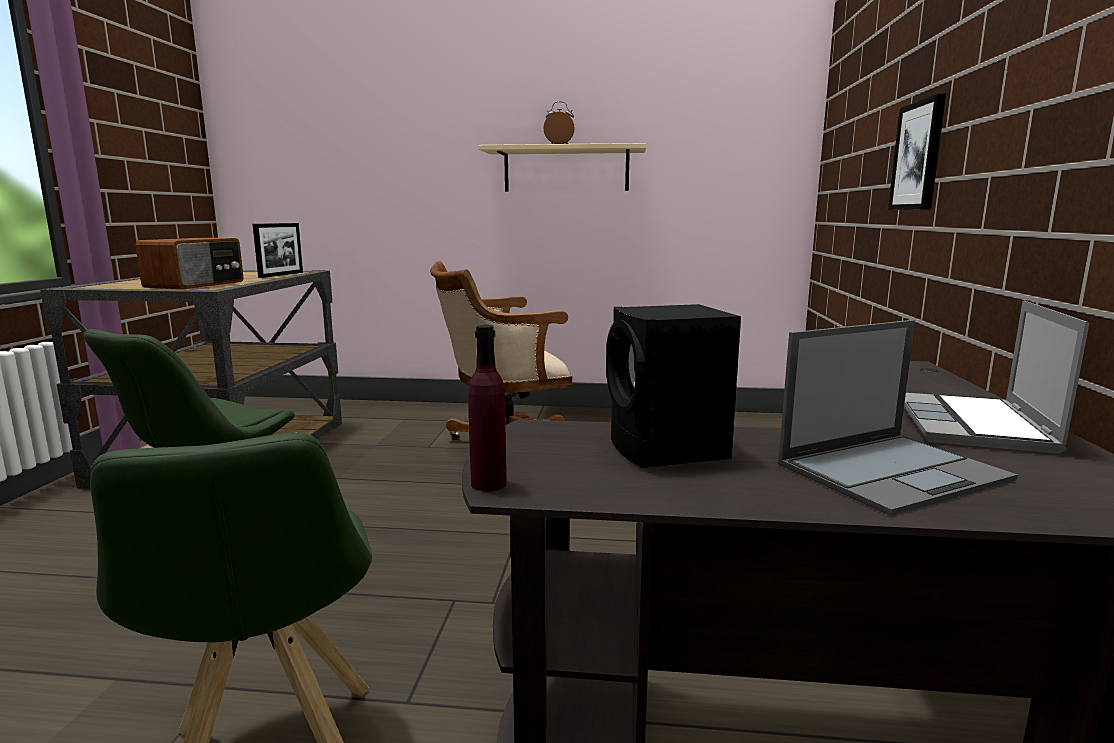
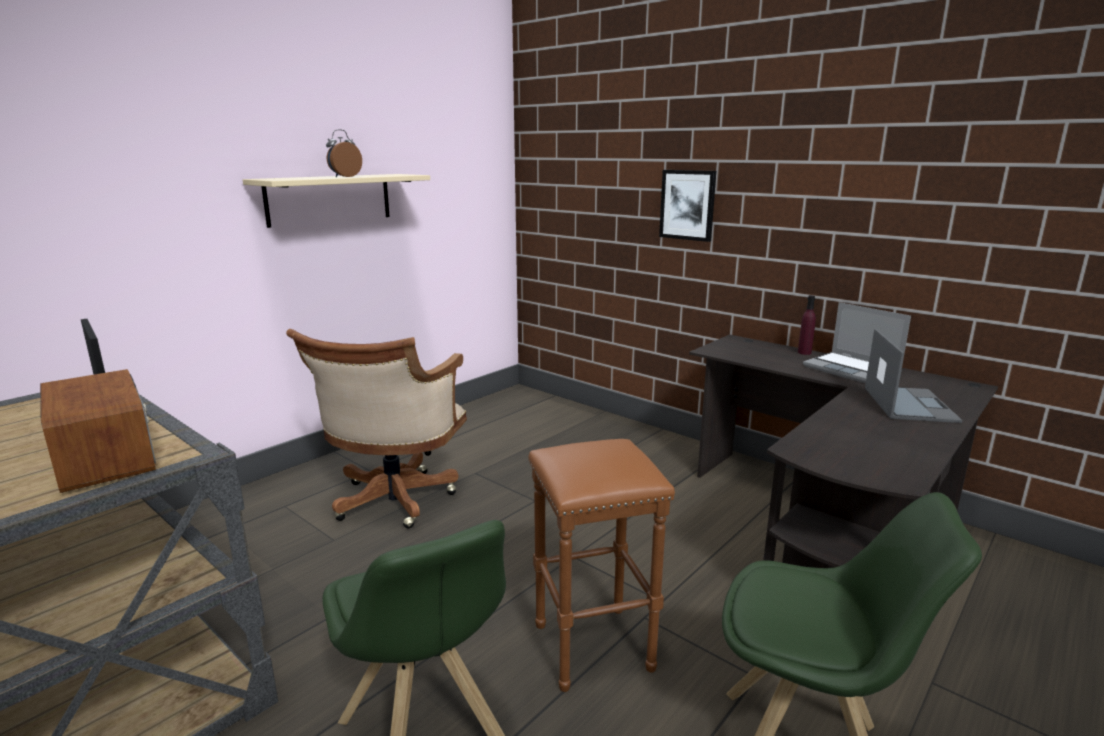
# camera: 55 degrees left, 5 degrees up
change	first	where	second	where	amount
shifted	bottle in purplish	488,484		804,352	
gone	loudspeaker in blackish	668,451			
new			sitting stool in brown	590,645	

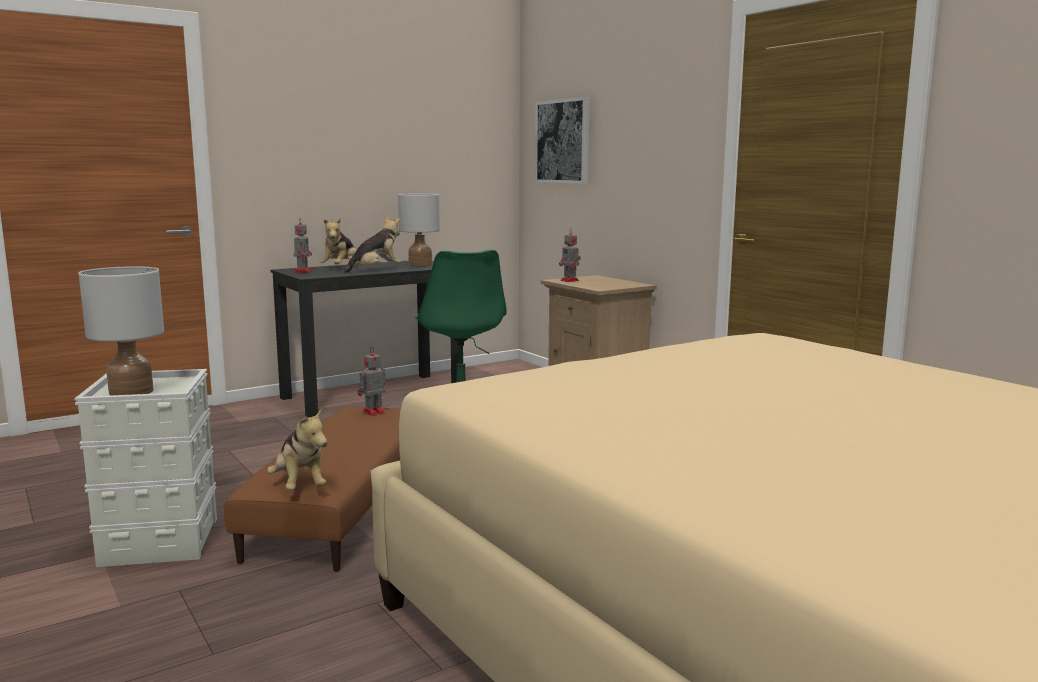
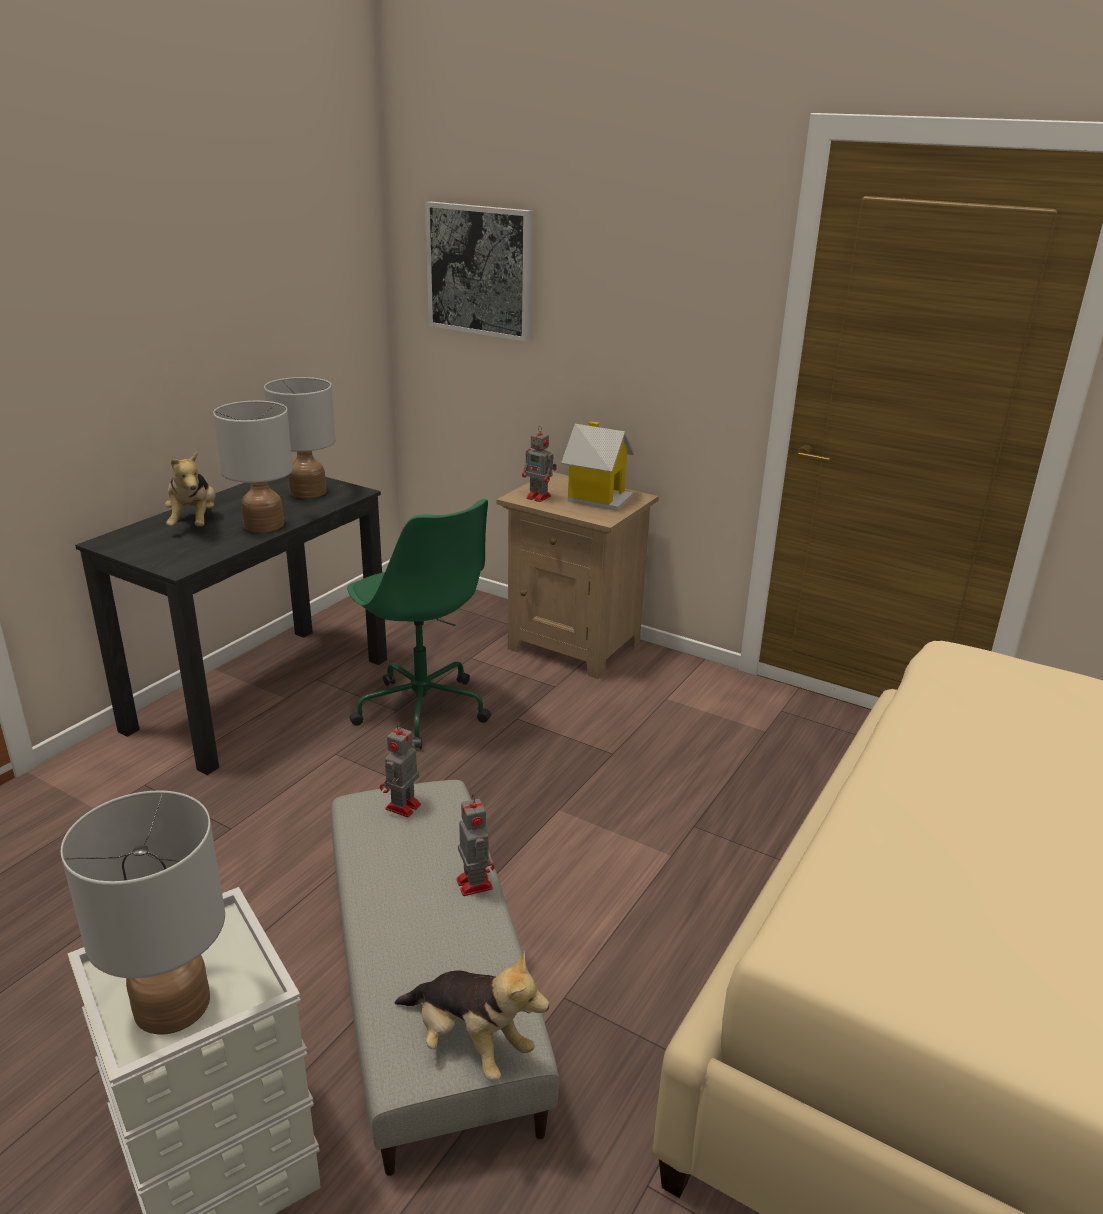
# camera: 25 degrees left, 15 degrees up
change	first	where	second	where	amount
repainted	ottoman in brown	342,506	ottoman in greyish	428,979	
shifted	model robot	303,271		473,882	
swapped	soft toy	376,270	tabletop lamp in greyish	263,525	
new			toy house	597,498	

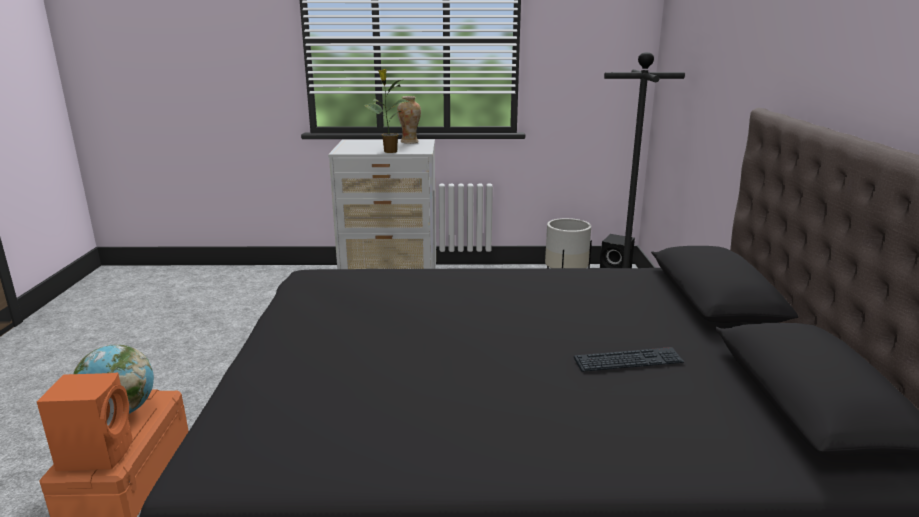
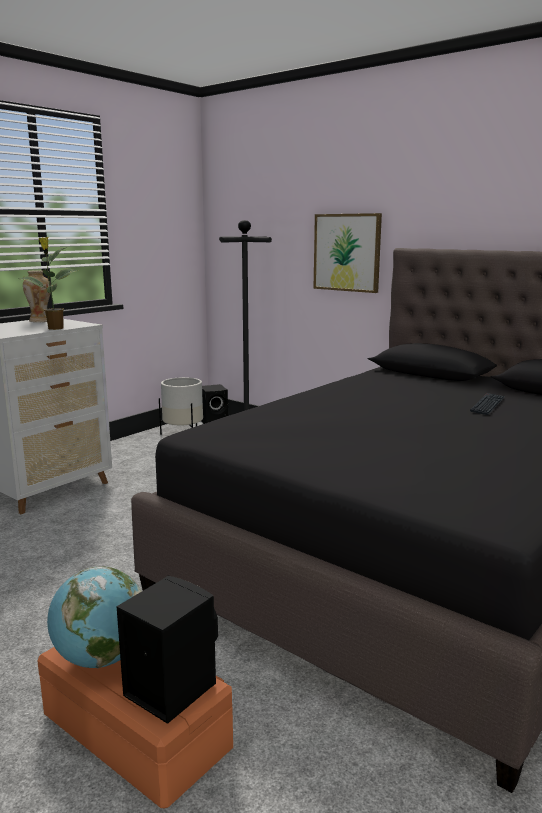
# camera: 50 degrees left, 5 degrees down
change	first	where	second	where	amount
repainted	loudspeaker in orangey	98,453	loudspeaker in blackish	169,688	
new			wall picture	347,252	

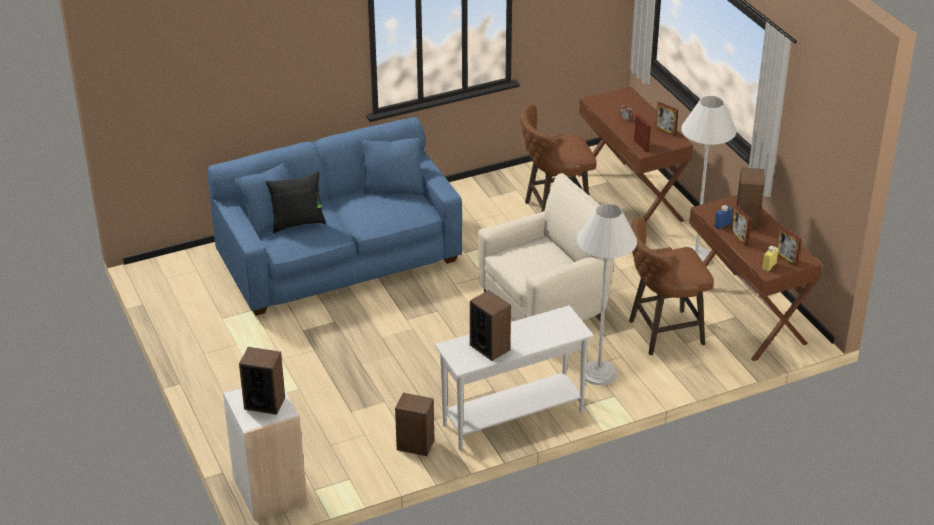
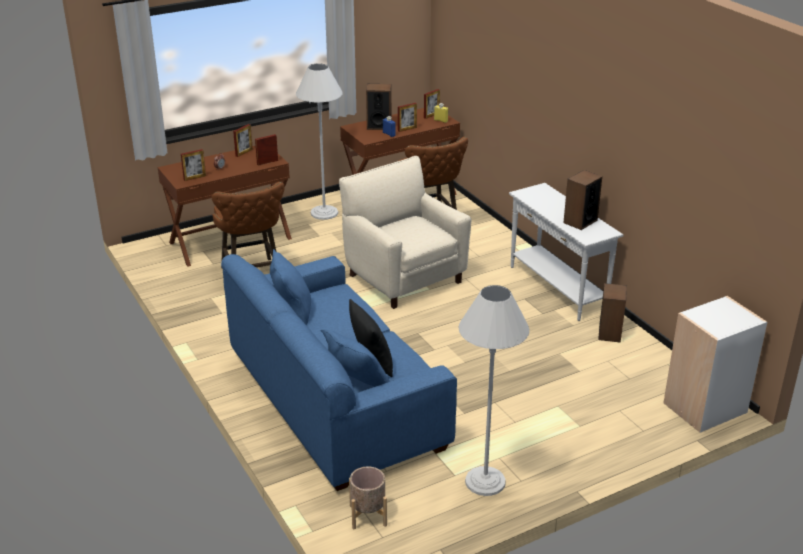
# camera: 95 degrees left, 5 degrees down
change	first	where	second	where	amount
gone	loudspeaker	264,403			
shifted	standard lamp in white	599,373		485,481	
new			picture frame	195,178	
new			plant pot in beige	368,515	

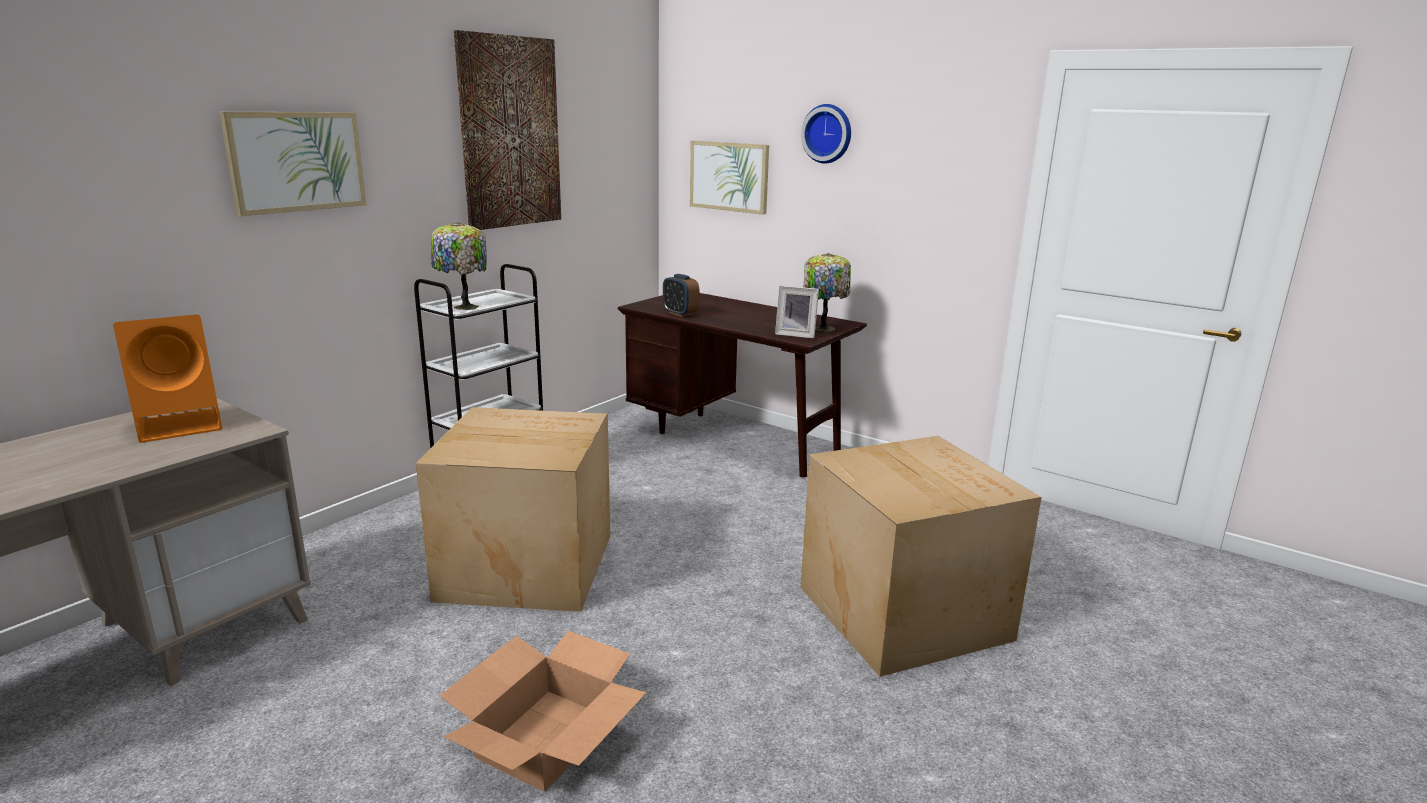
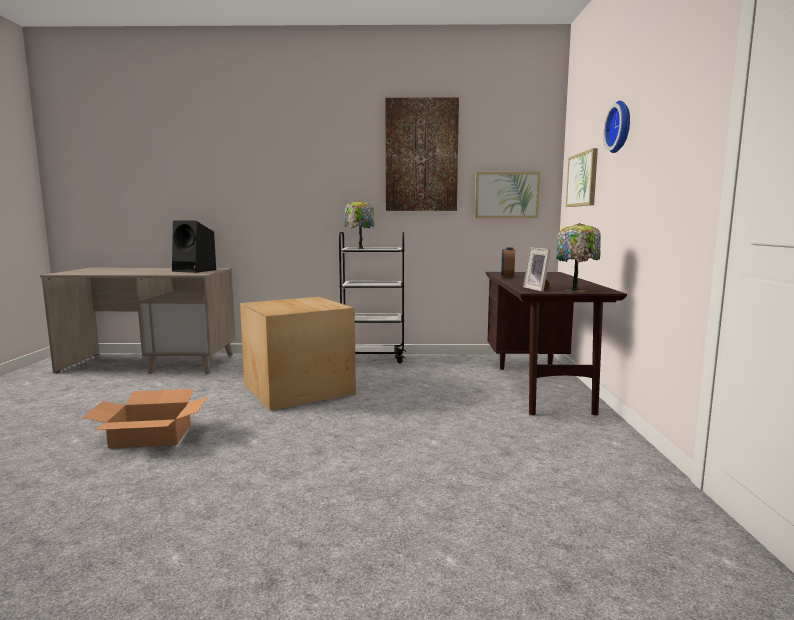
# camera: 55 degrees right, 10 degrees down
change	first	where	second	where	amount
repainted	loudspeaker in orangey	183,424	loudspeaker in blackish	195,270	
shifted	wall picture	296,161		506,195	
gone	packing box	904,611			

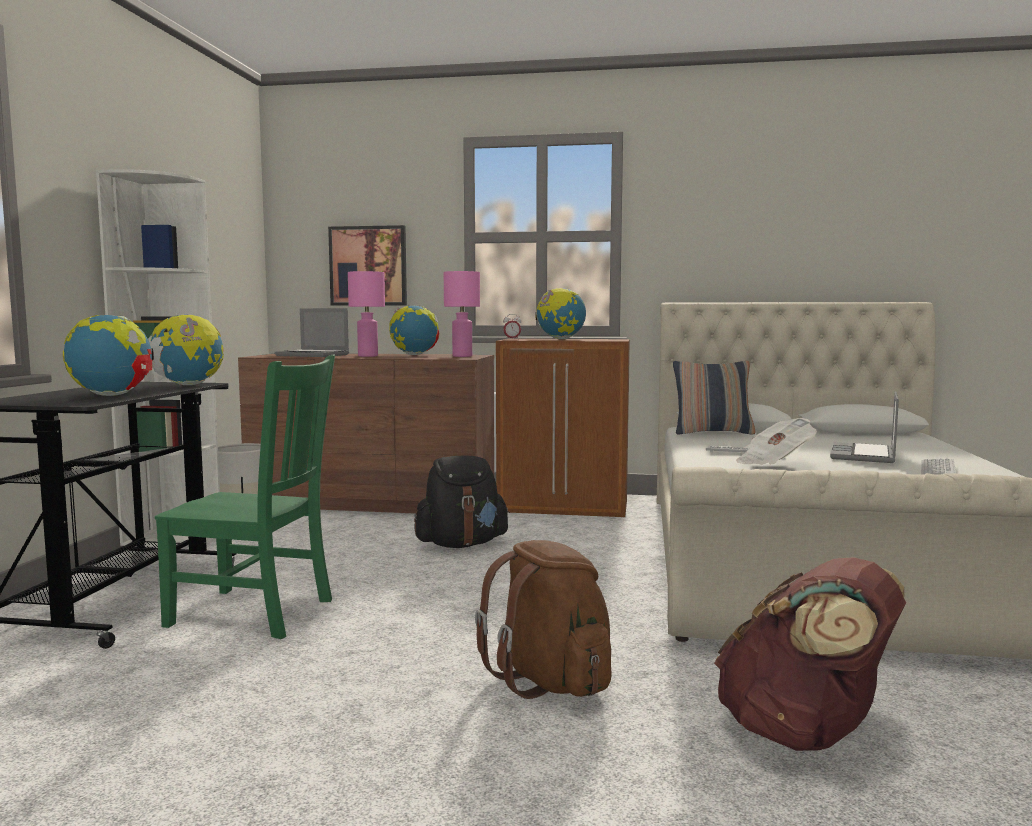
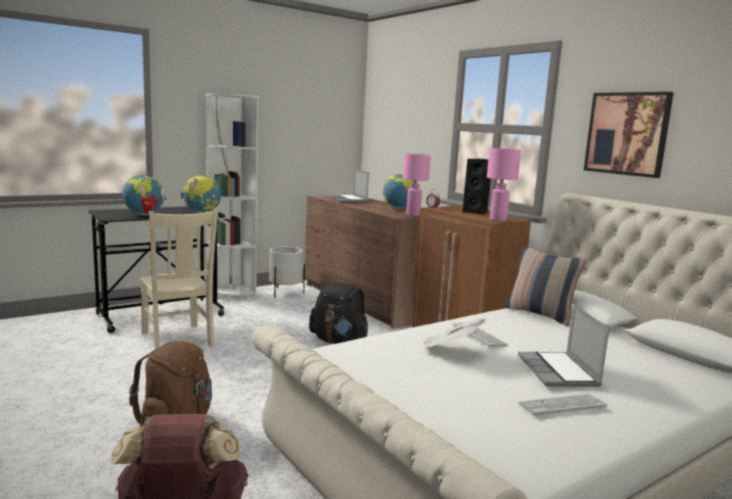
# camera: 45 degrees right, 5 degrees up
change	first	where	second	where	amount
repainted	plain chair in green-coloured	256,613	plain chair in beige	177,339	
shifted	wall picture	368,266		627,133	
shifted	tabletop lamp in pink	368,356		498,220	
swapped	desk globe	560,339	loudspeaker in blackish	476,212	
rotated	laptop	864,455		559,371	75 degrees counterclockwise

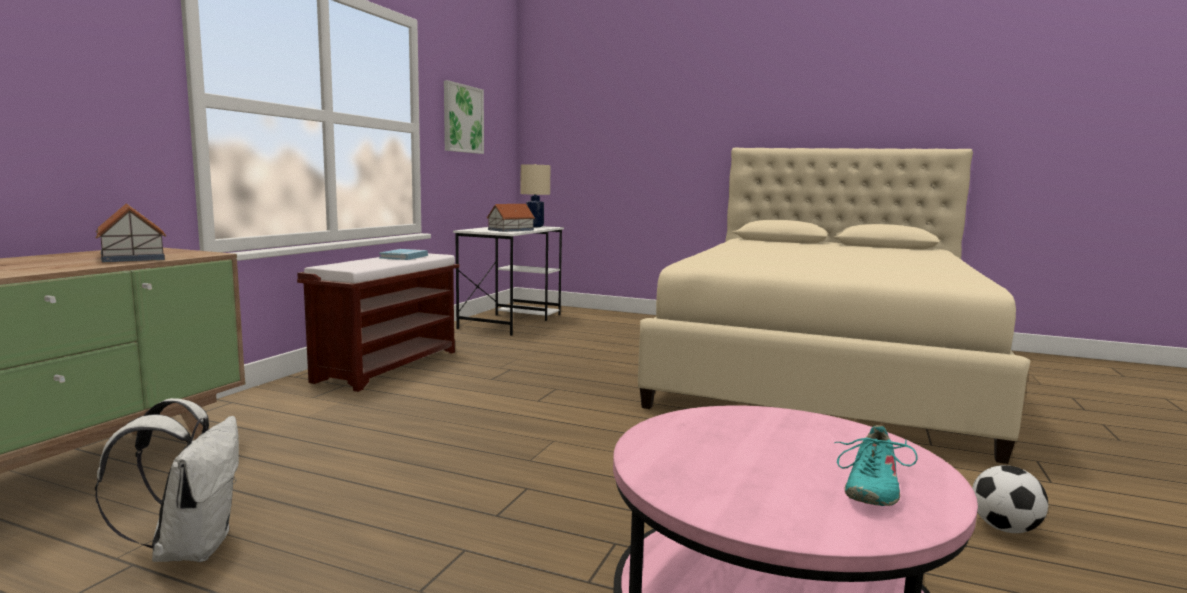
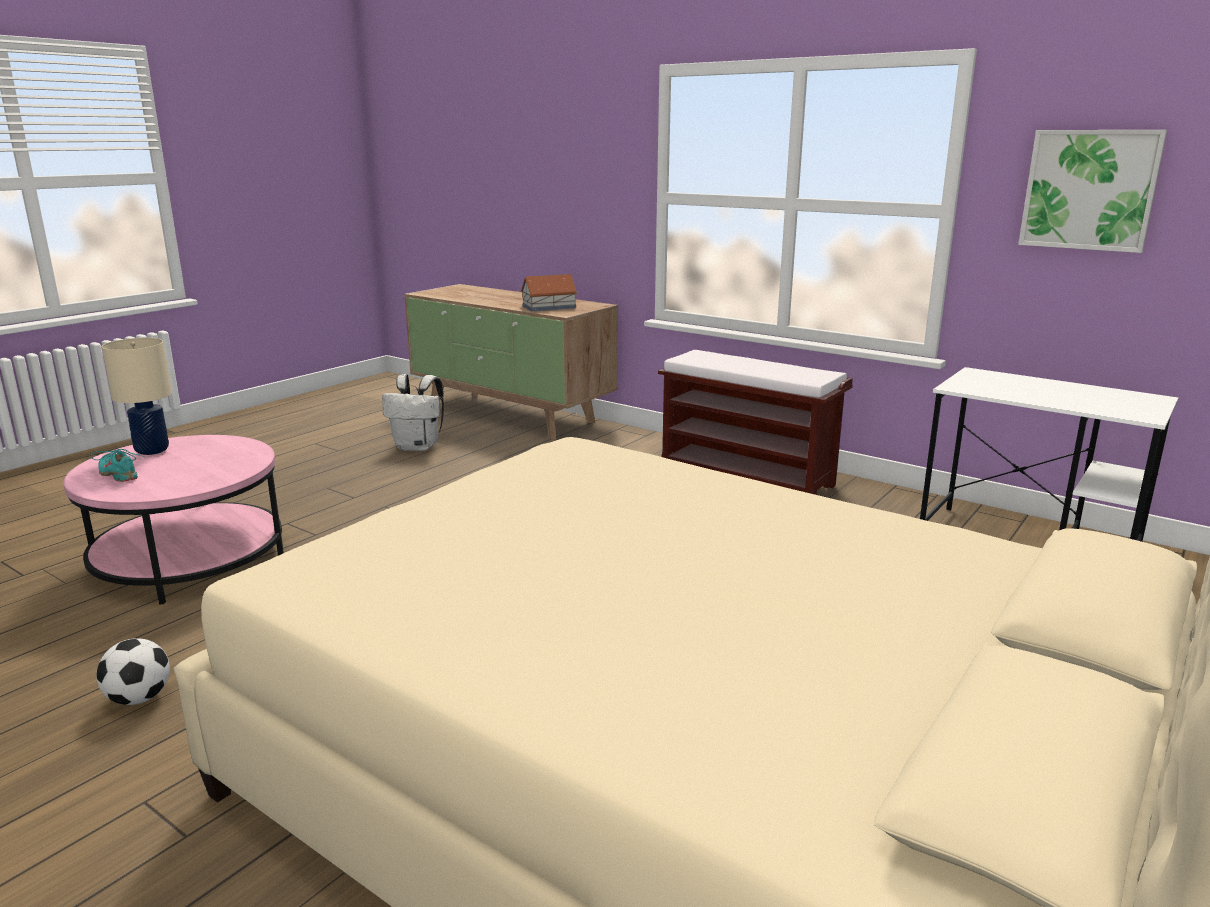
# camera: 105 degrees right, 10 degrees up
change	first	where	second	where	amount
gone	bound book in blue	404,257			
gone	toy house	511,230			
shifted	tabletop lamp in beige	535,227		152,452	

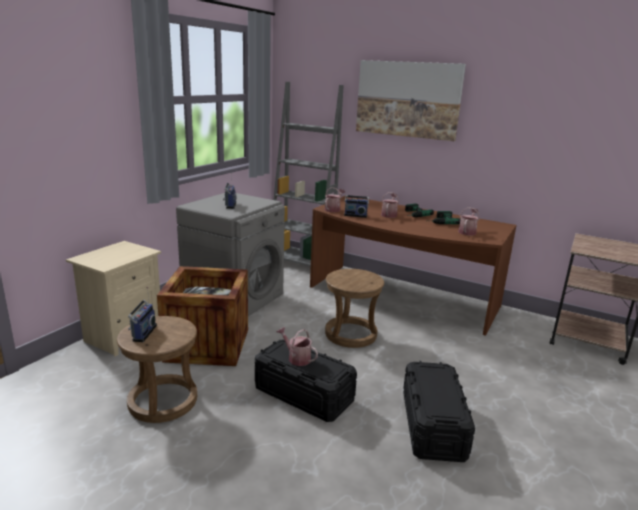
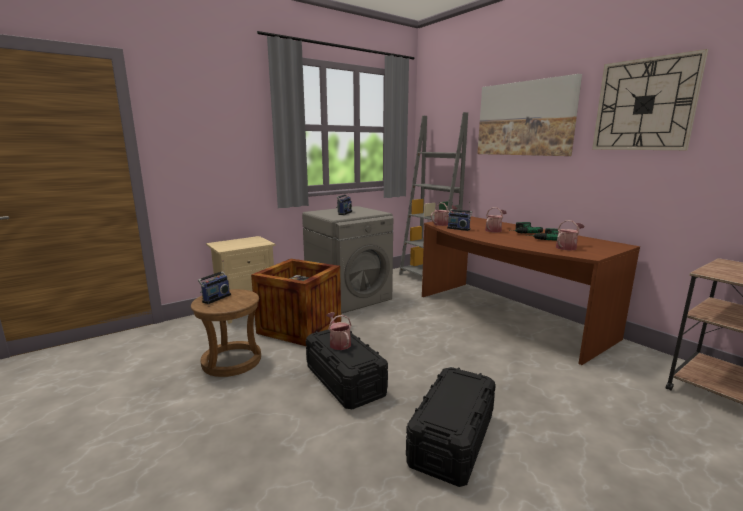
# camera: 25 degrees right, 5 degrees down
change	first	where	second	where	amount
gone	sitting stool in brown	350,334			
new			hanging clock	644,105	

